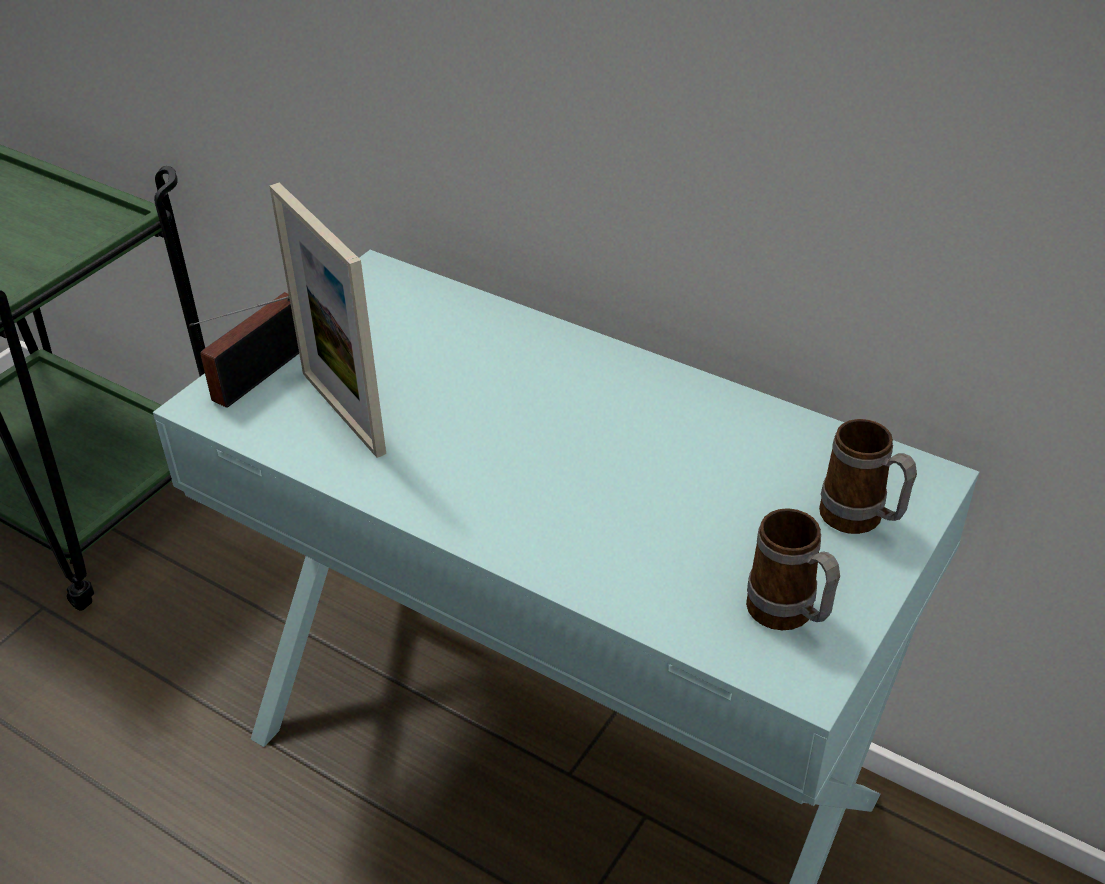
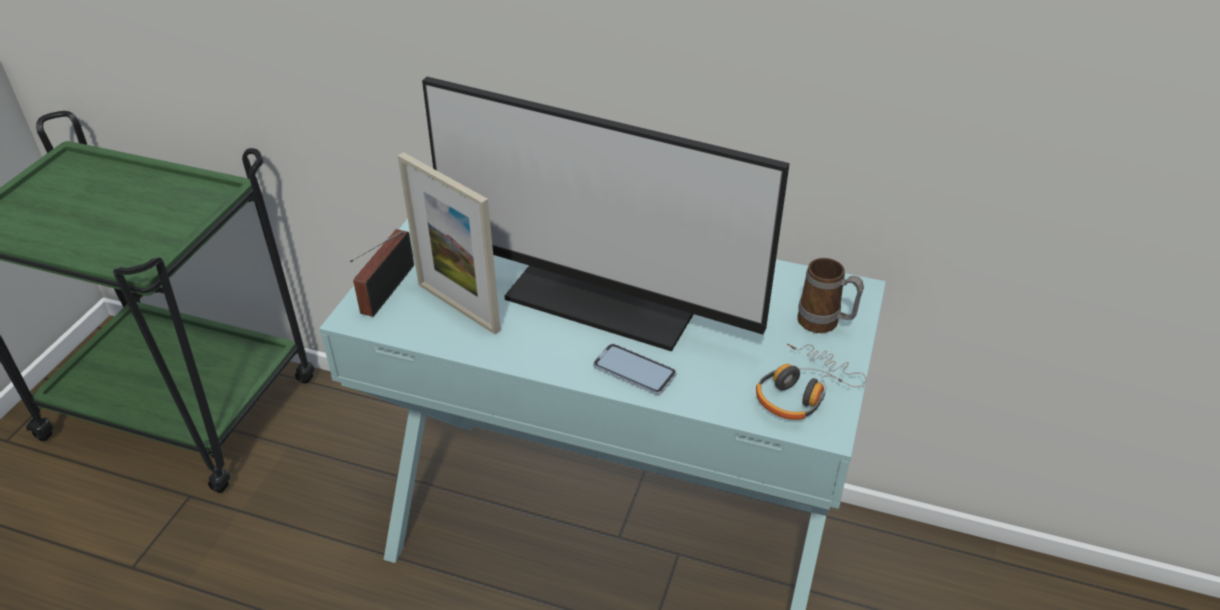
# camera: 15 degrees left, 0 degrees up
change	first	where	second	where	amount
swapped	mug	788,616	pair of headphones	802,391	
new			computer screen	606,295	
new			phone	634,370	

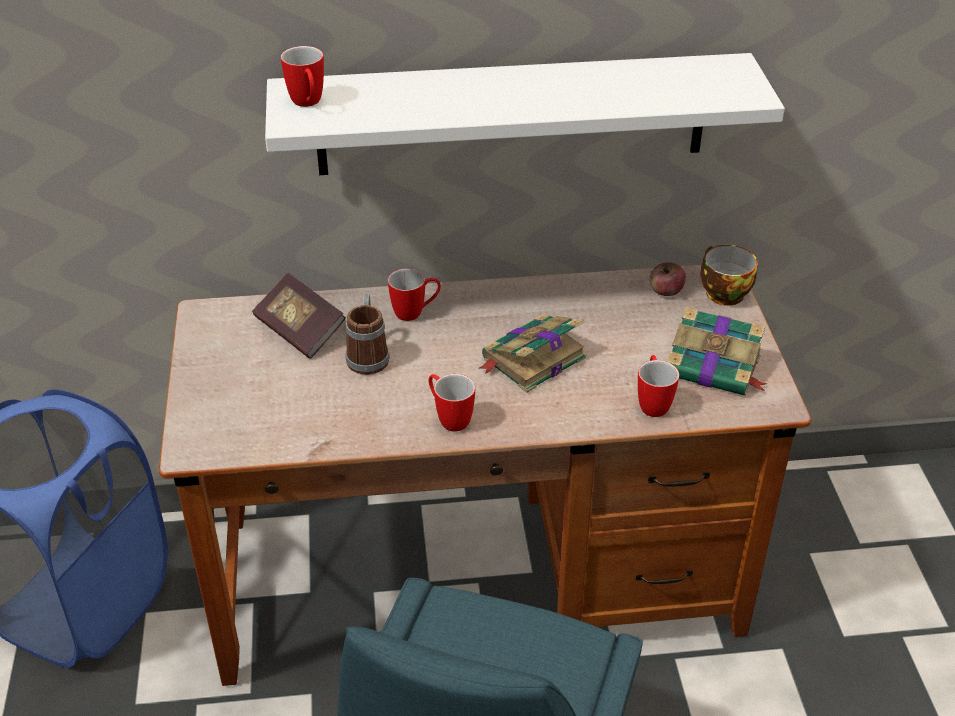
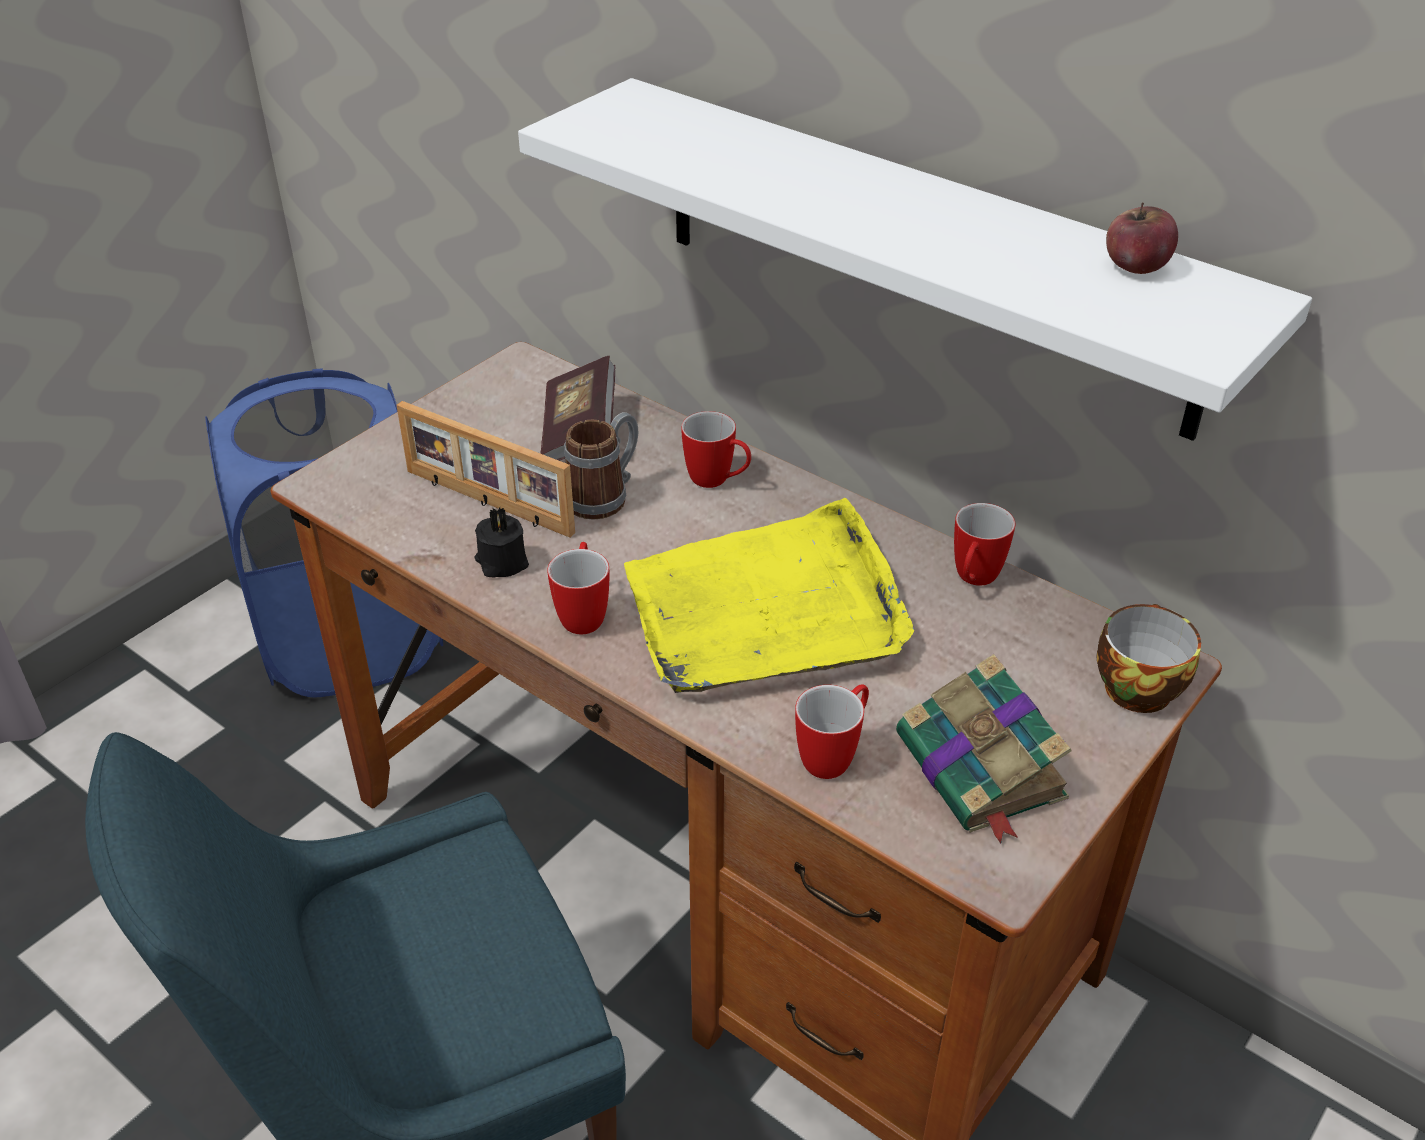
# camera: 45 degrees right, 0 degrees up
change	first	where	second	where	amount
shifted	mug	308,104		973,581	
swapped	bound book	531,359	tray in yellowish	766,610	
shifted	apple	665,291		1135,267	
new			picture frame	487,503	
new			candle in blackish	501,562	

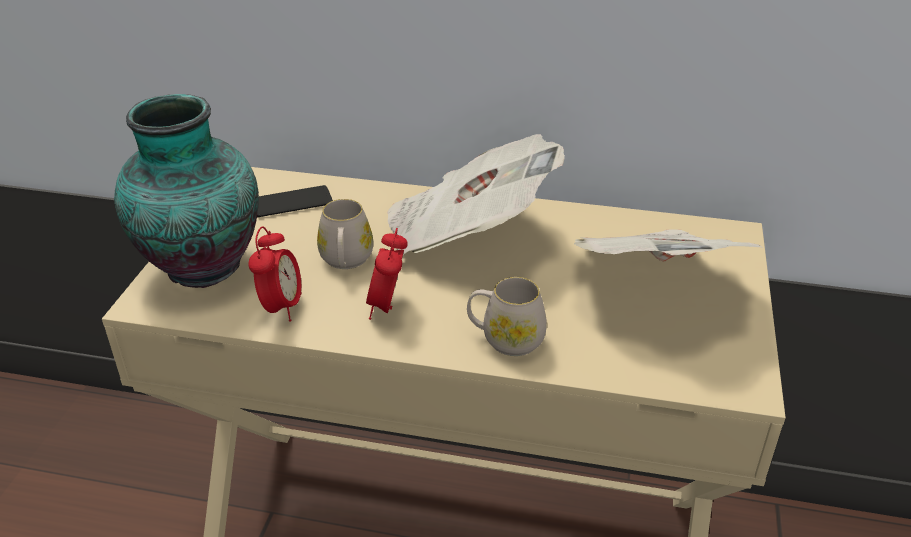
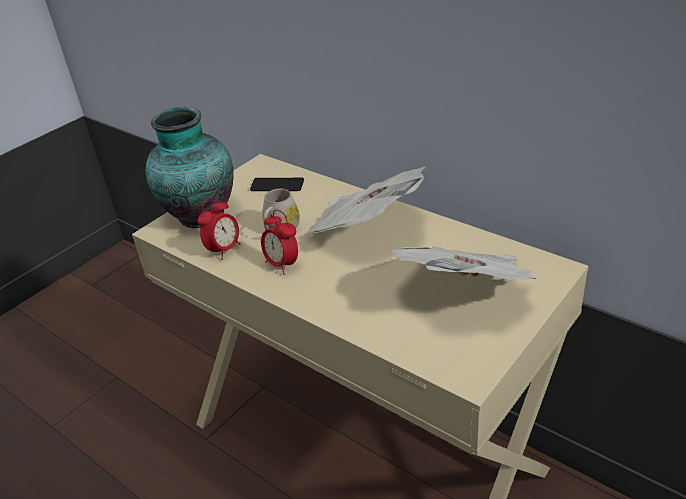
# camera: 30 degrees right, 0 degrees up
change	first	where	second	where	amount
rotated	bedside clock	388,307		282,264	75 degrees counterclockwise
gone	mug in white	505,339			

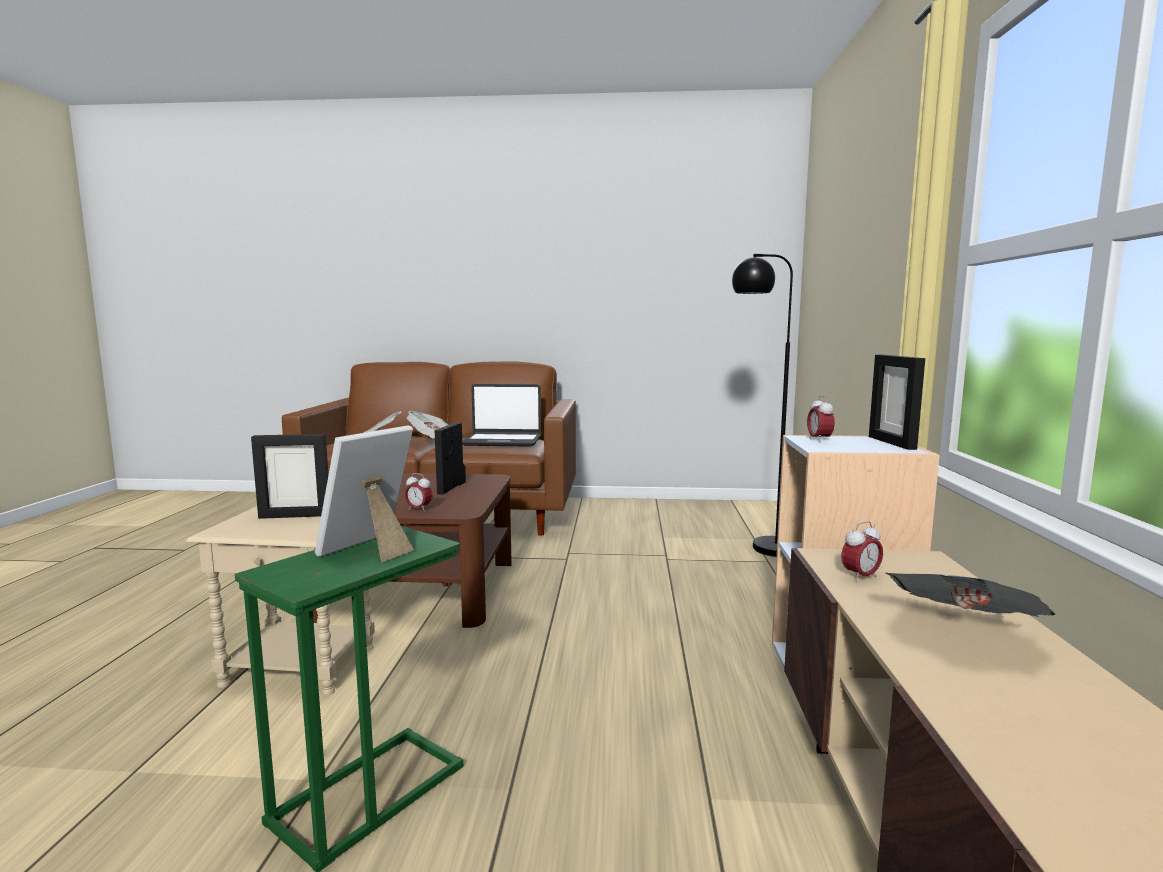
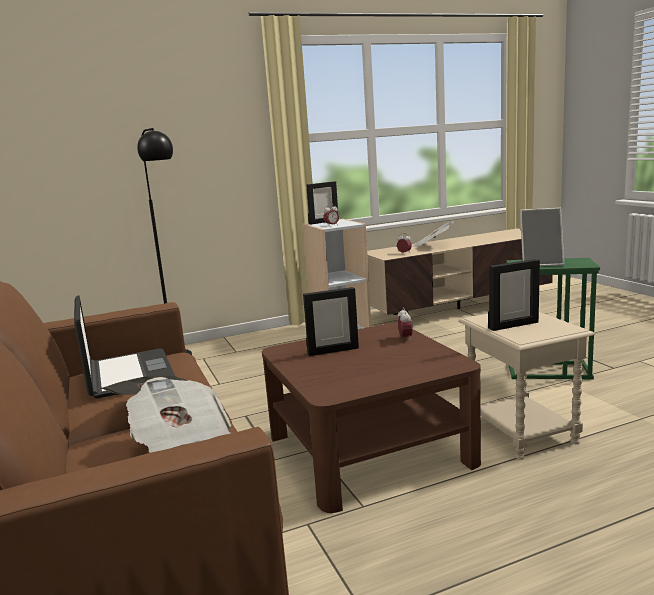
# camera: 115 degrees left, 5 degrees up
change	first	where	second	where	amount
rotated	picture frame	295,515		513,325	105 degrees clockwise

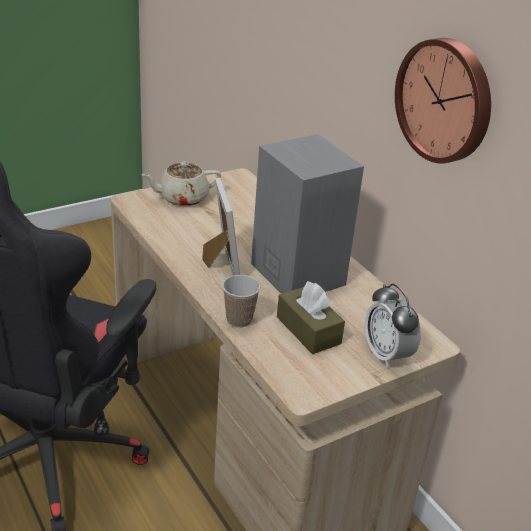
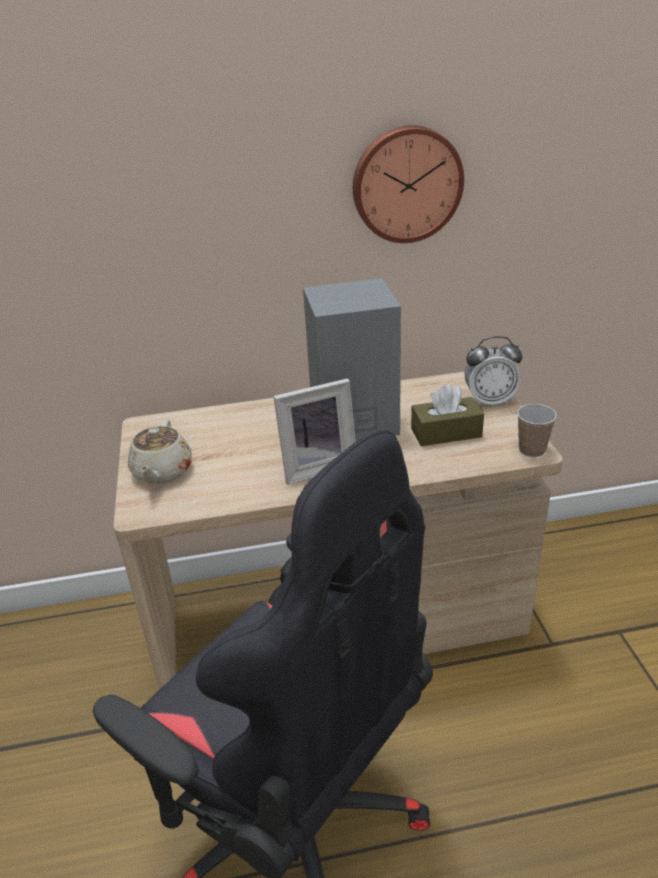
# camera: 65 degrees left, 0 degrees up
change	first	where	second	where	amount
rotated	picture frame	219,265		317,466	150 degrees clockwise
shifted	drinking cup	239,320		532,450	

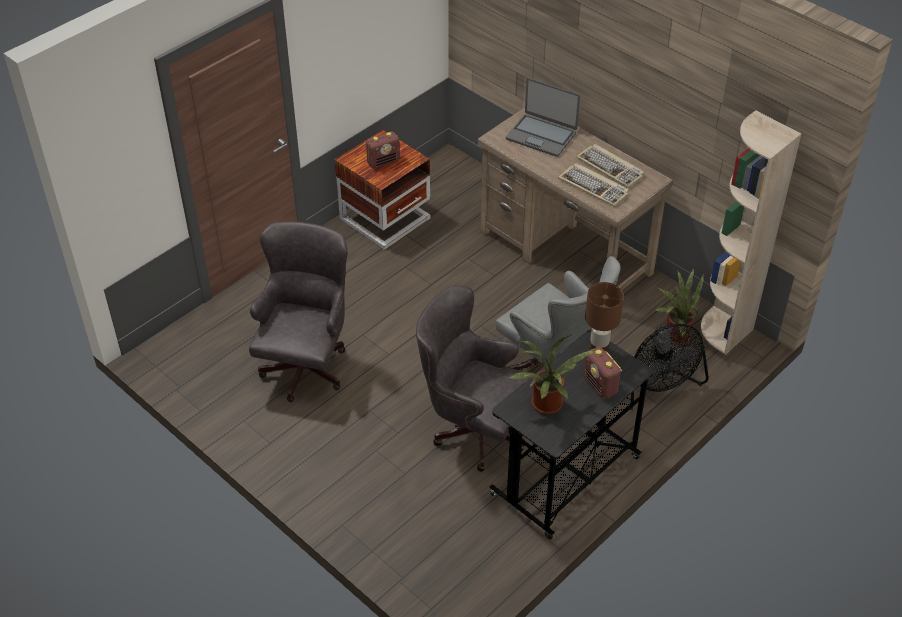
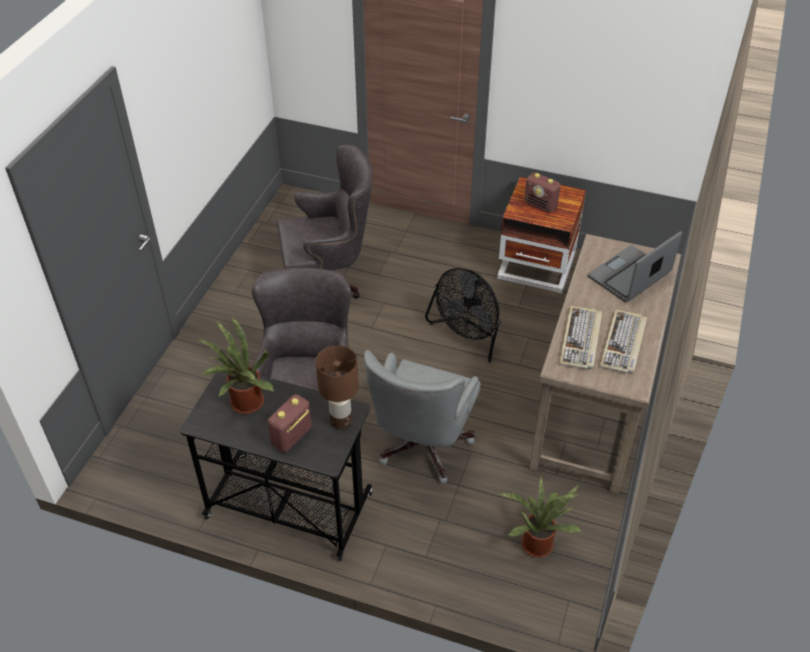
# camera: 65 degrees right, 0 degrees up
change	first	where	second	where	amount
rotated	laptop	541,135		630,276	45 degrees clockwise
shifted	electric fan in blackish	655,386		467,332	
gone	bookcase in beige	721,334			

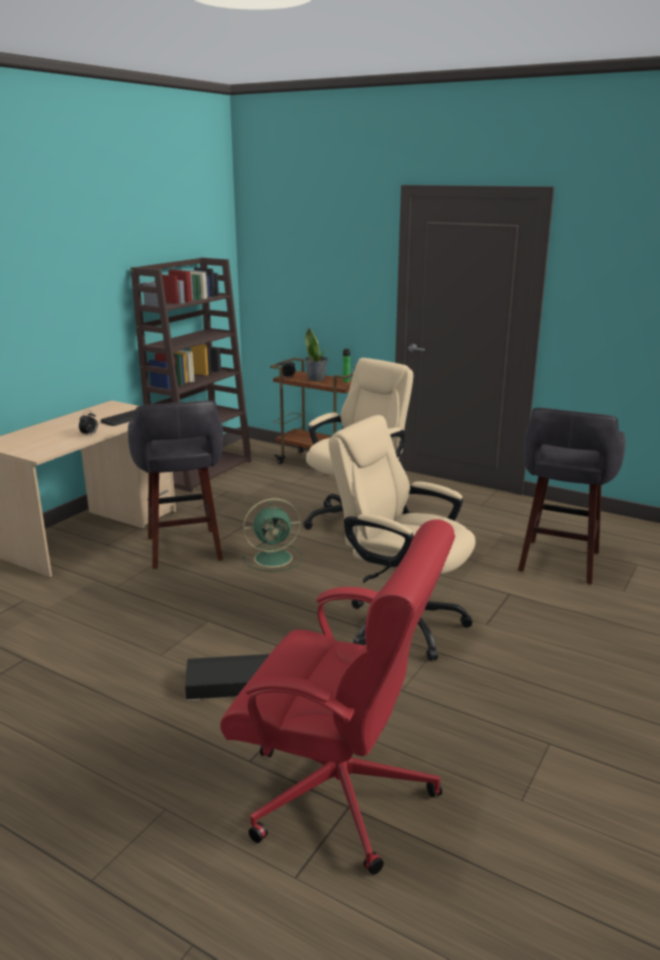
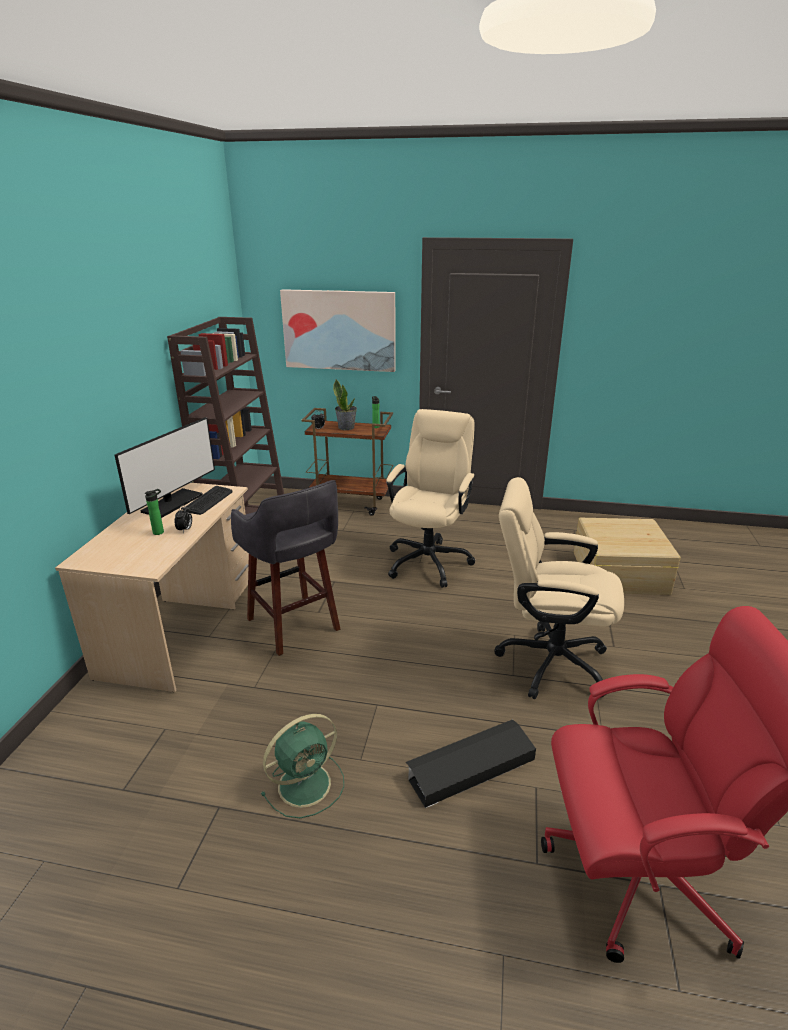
# camera: 20 degrees left, 5 degrees up
change	first	where	second	where	amount
shifted	electric fan in green-coloured	275,558		306,783	
swapped	sitting stool in greyish	558,563	storage box in beige	618,572	
new			computer screen	172,503	
new			bottle	160,532	
new			wall picture	339,330	

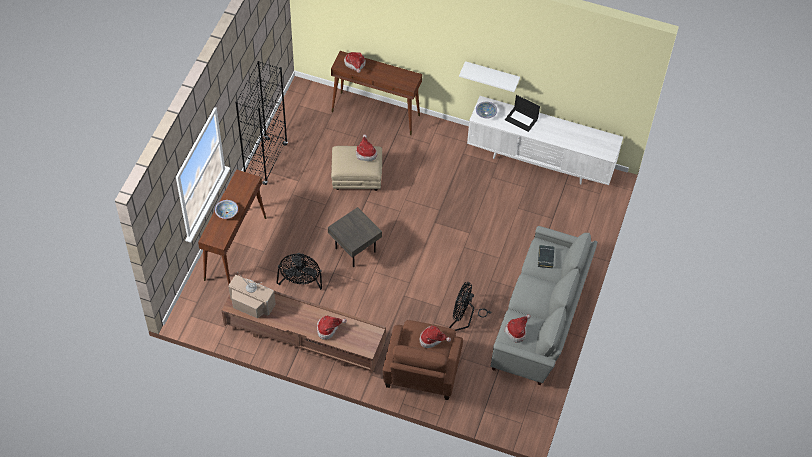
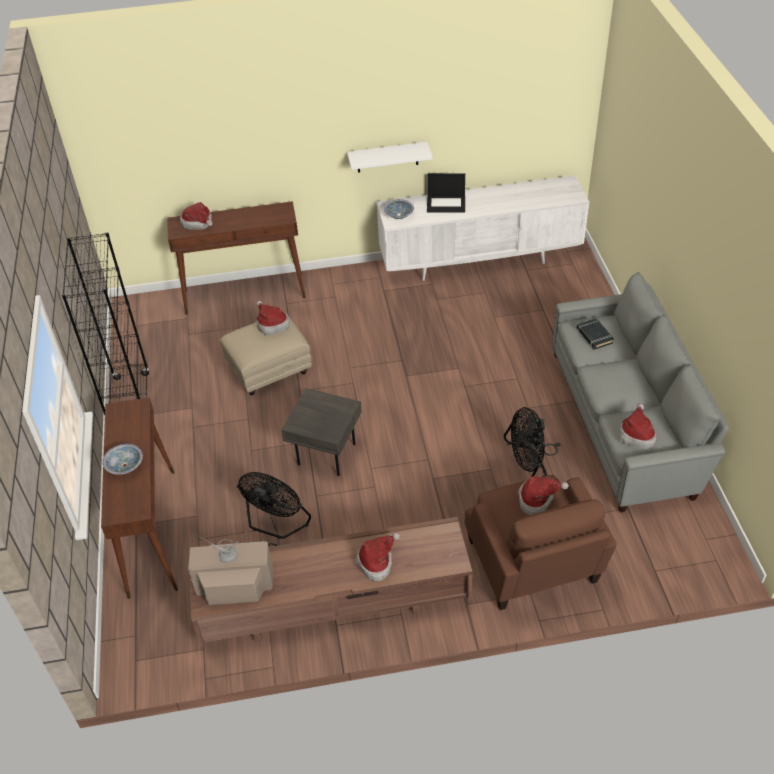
# camera: 25 degrees left, 10 degrees down
change	first	where	second	where	amount
rotated	electric fan in blackish	299,279		273,527	135 degrees counterclockwise

